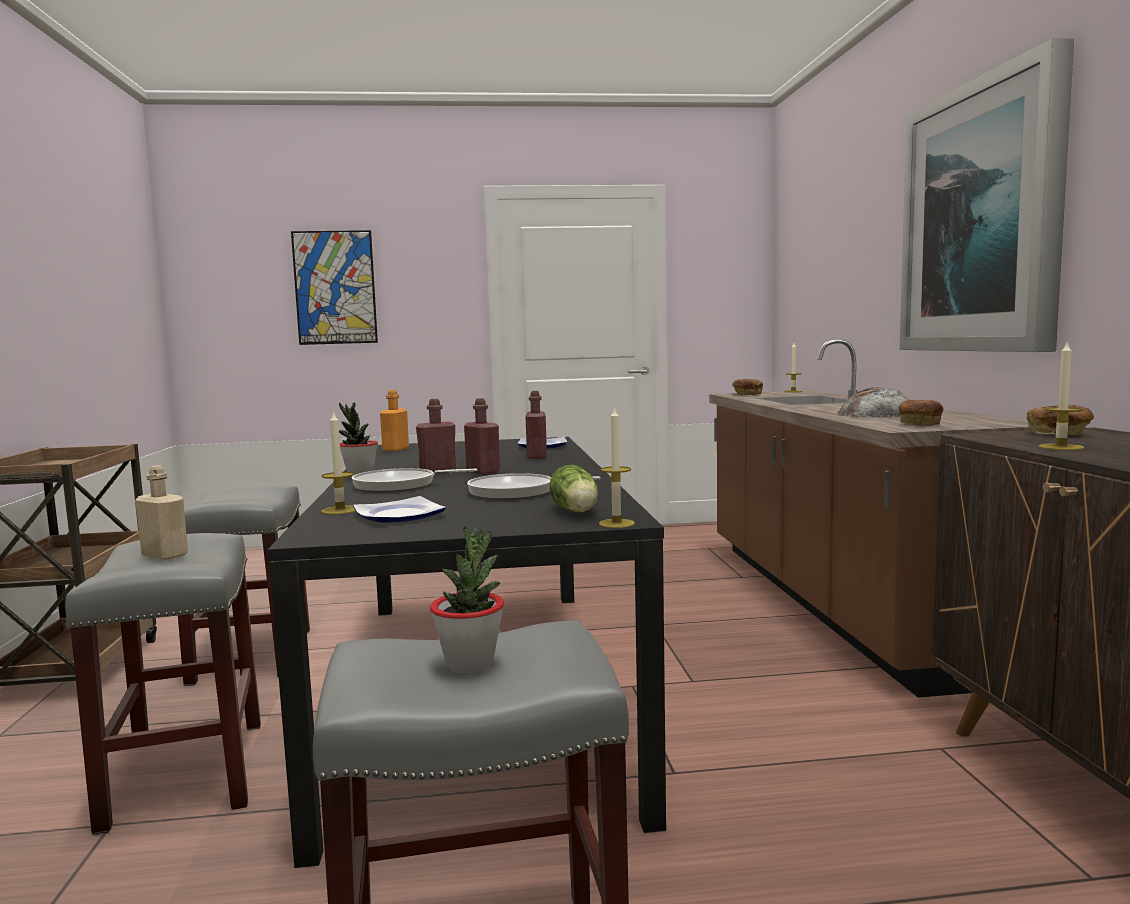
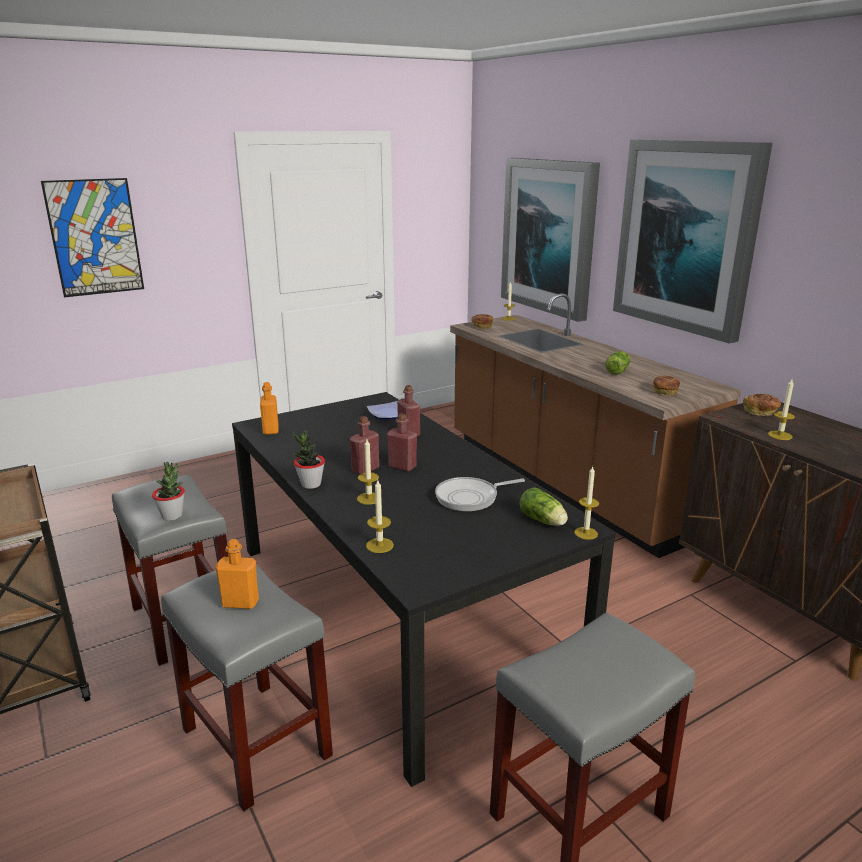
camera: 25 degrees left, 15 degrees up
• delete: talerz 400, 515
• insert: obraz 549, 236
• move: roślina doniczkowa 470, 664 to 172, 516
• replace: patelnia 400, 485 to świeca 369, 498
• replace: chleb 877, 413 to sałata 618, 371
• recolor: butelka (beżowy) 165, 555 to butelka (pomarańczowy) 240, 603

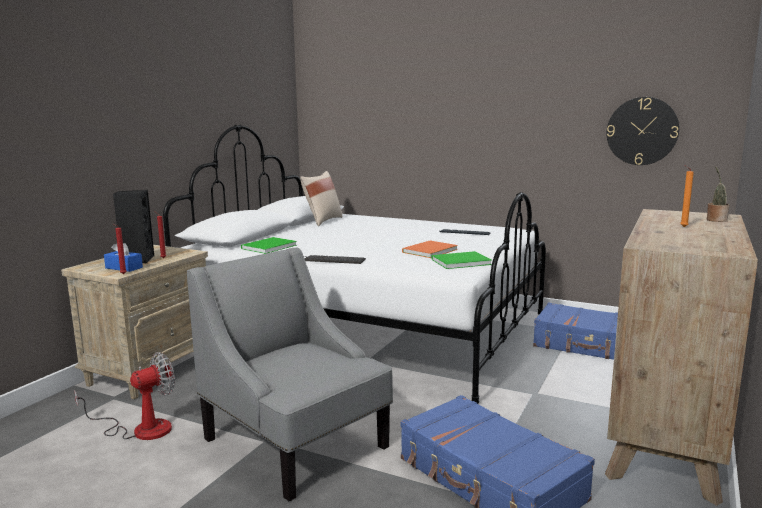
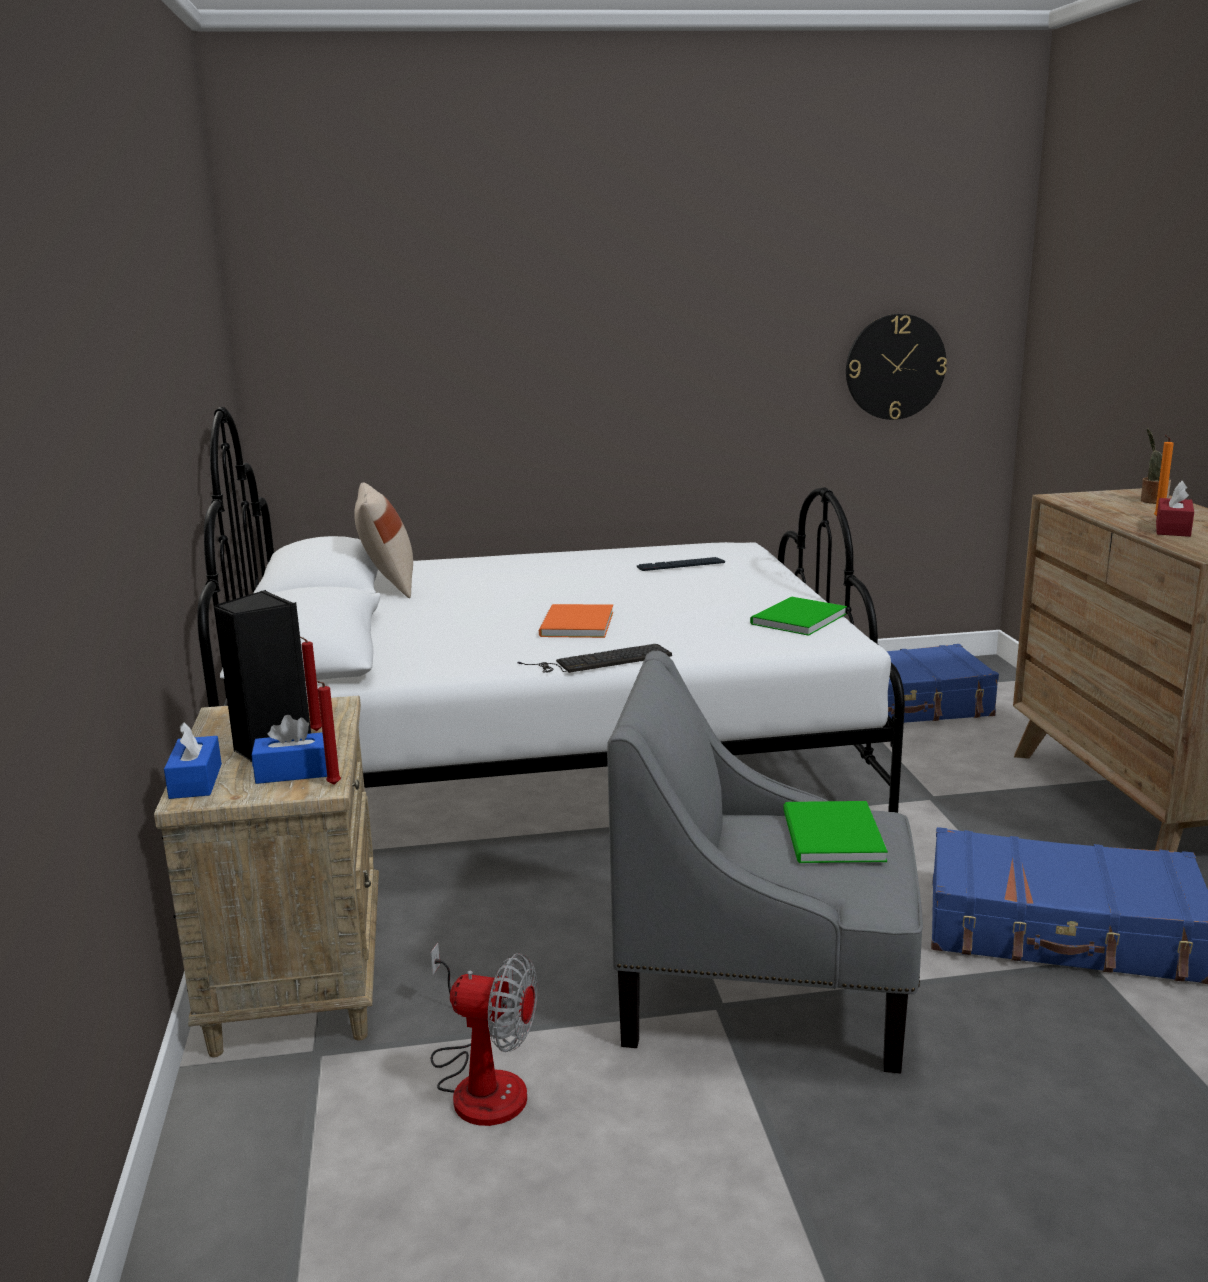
camera: 35 degrees left, 5 degrees up
• insert: pudełko chusteczek (niebieski) 195, 781
• insert: pudełko chusteczek (czerwony) 1173, 529
• move: książka (zielony) 267, 247 to 830, 837
• move: książka (pomarańczowy) 428, 251 to 574, 625
• rotate: wentylator 140, 429 = 482, 1081 90 degrees clockwise

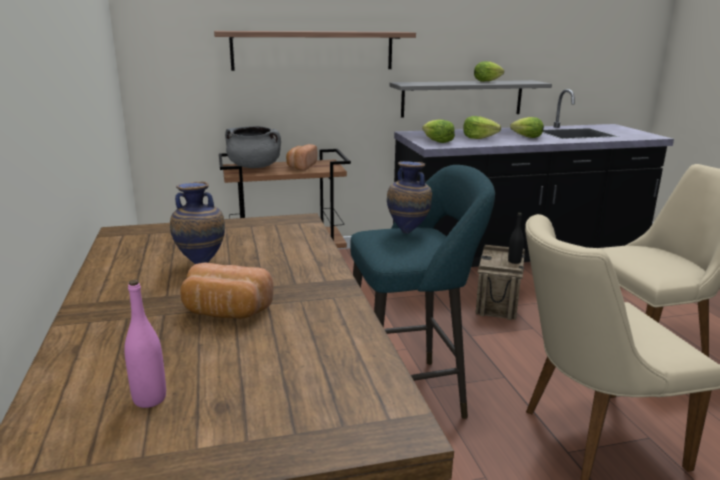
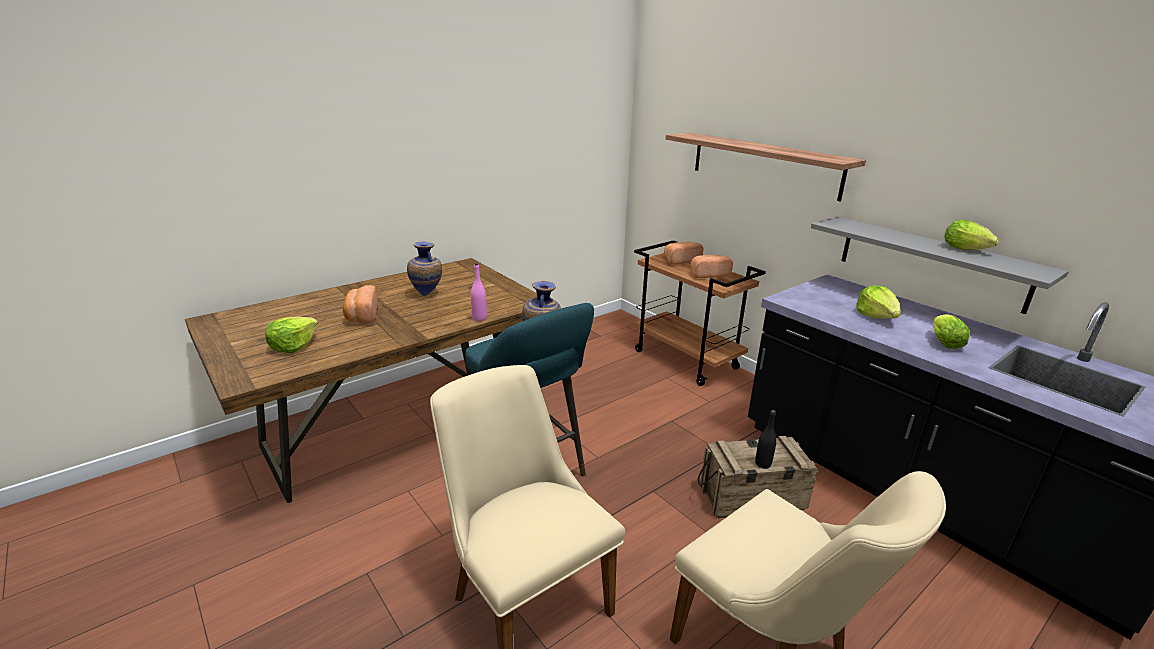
camera: 65 degrees right, 5 degrees up
• move: butelka (różowy) 149, 399 to 479, 318
• move: sałata 437, 141 to 293, 346
• replace: garnek (szary) 254, 167 to chleb 681, 261

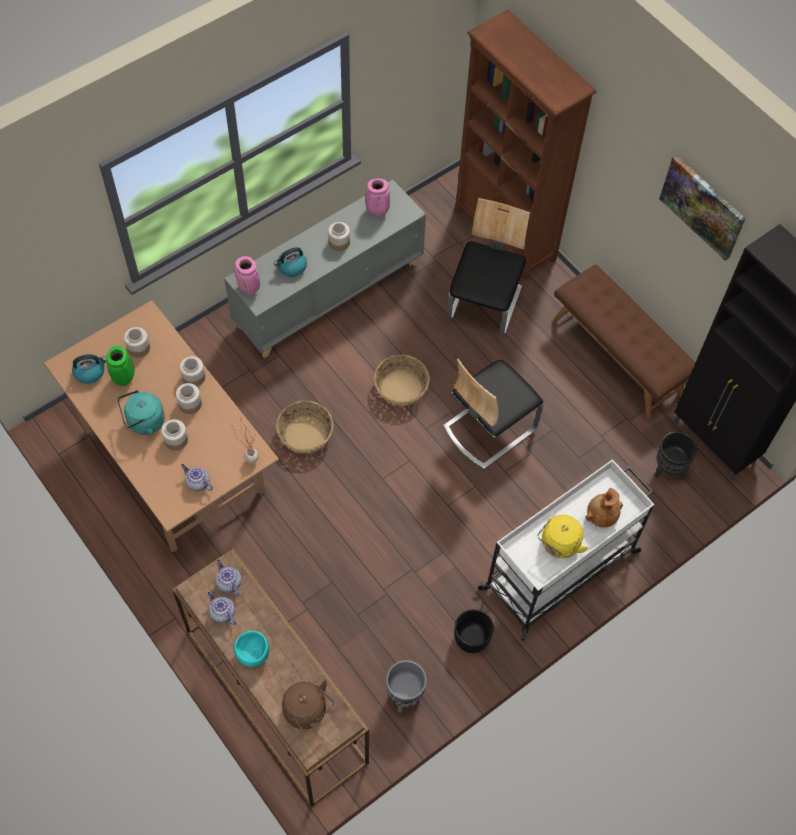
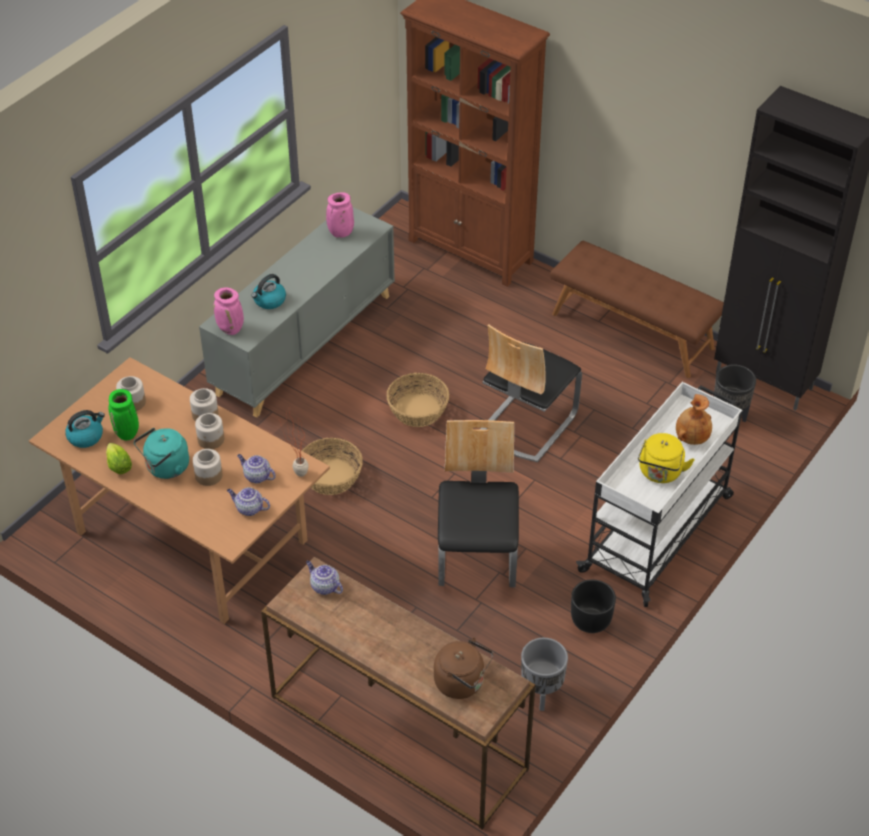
camera: 15 degrees left, 15 degrees down
• delete: miska (turkusowy) 253, 654
• delete: słoik 339, 242
• delete: obraz 703, 206
• insert: sałata 118, 465
• move: imbryk 222, 613 to 256, 476
• move: krzesło 485, 304 to 477, 557

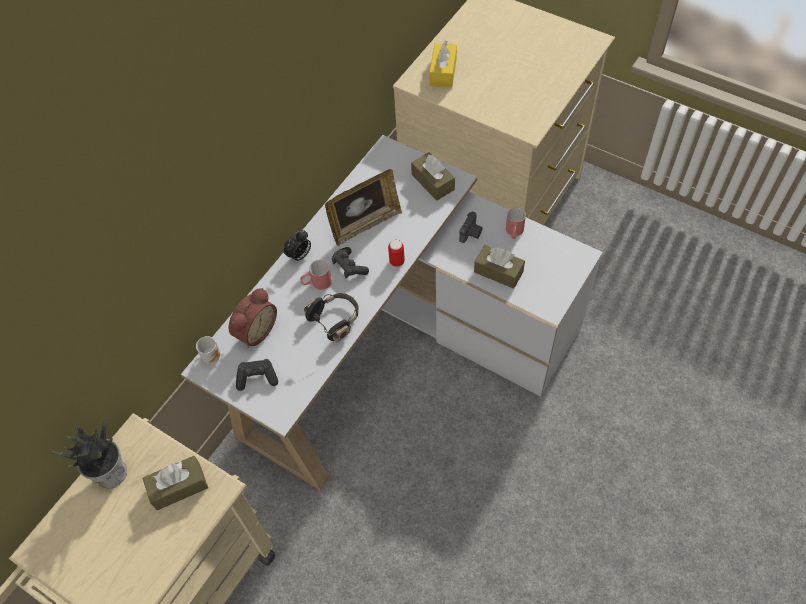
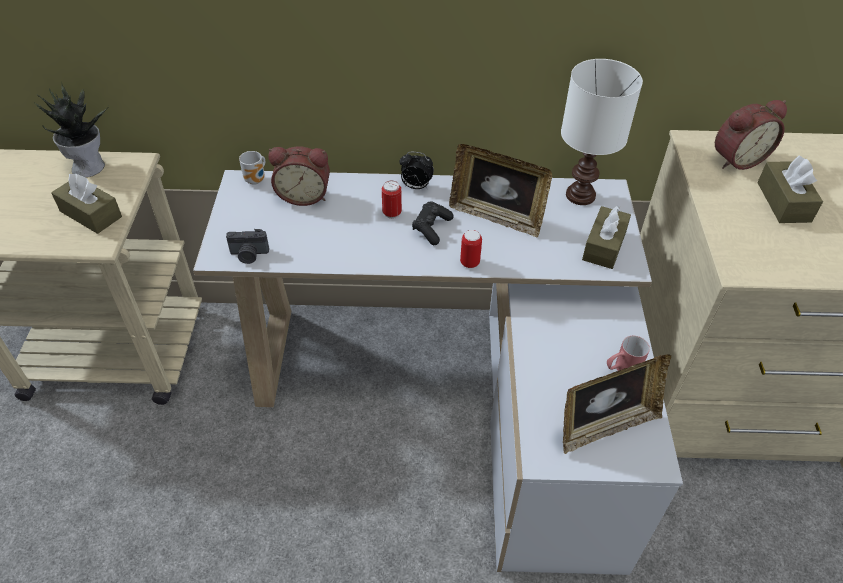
camera: 55 degrees right, 10 degrees down
• delete: pad do gier (czarny) 257, 378
• delete: słuchawki (czarny) 335, 320
• insert: lampa stołowa (biały) 581, 195
• insert: ramka na zdjęcie 605, 426
• move: aparat fotograficzny 471, 233 to 249, 255
• move: pudełko chusteczek (brązowy) 498, 272 to 783, 202
• replace: kubek (czerwony) 317, 283 to puszka 392, 213
• replace: pudełko chusteczek (żółty) 443, 72 to budzik 736, 158

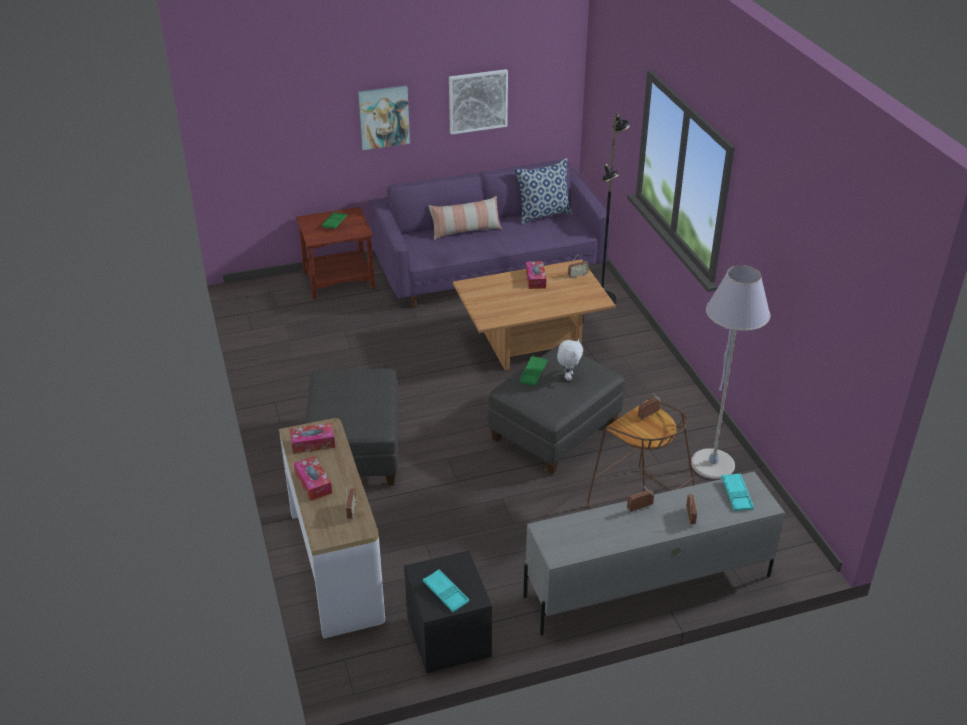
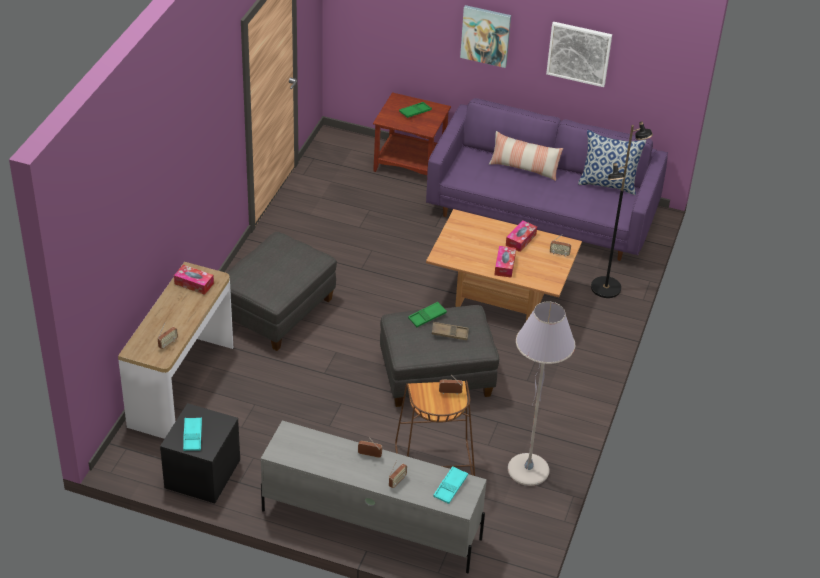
camera: 35 degrees right, 5 degrees up
• move: pudełko chusteczek 313, 483 to 504, 265
• replace: pluszak (biały) 568, 376 to taca (brązowy) 450, 333

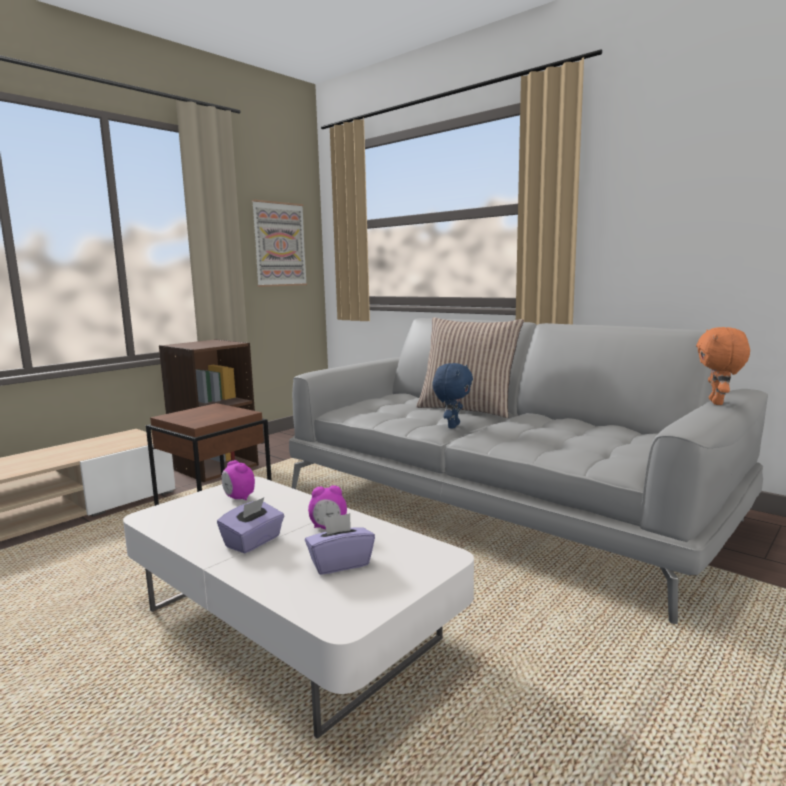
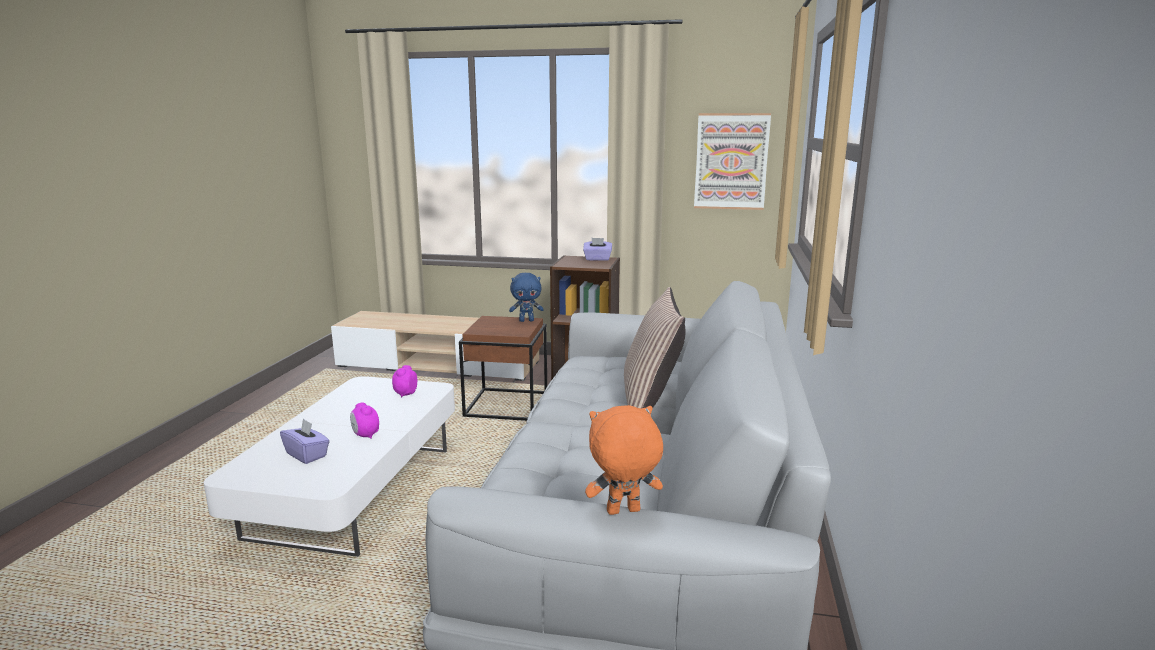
camera: 60 degrees right, 5 degrees up
• move: pudełko chusteczek (fioletowy) 253, 542 to 597, 259
• move: pluszak (niebieski) 452, 426 to 526, 320

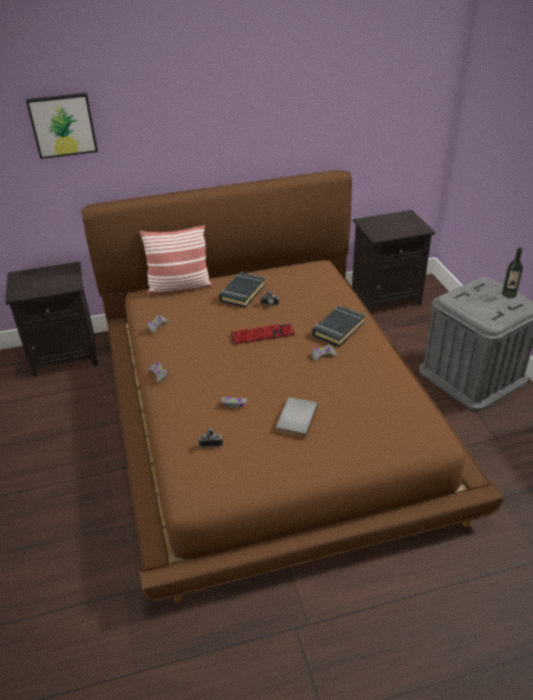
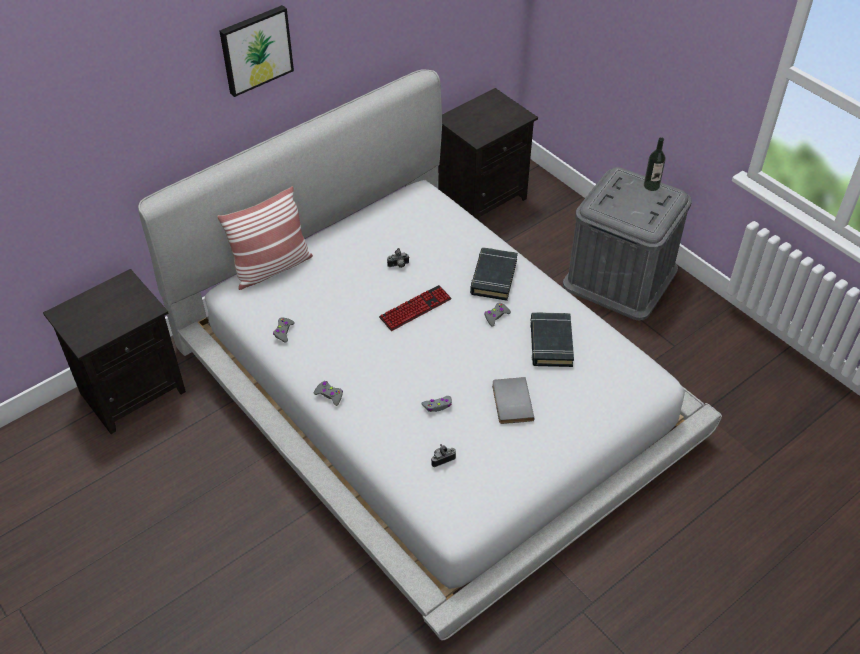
camera: 25 degrees left, 10 degrees up
• move: obraz 63, 125 to 255, 49
• move: książka (czarny) 242, 293 to 550, 343
• recolor: łóżko (brązowy) 268, 412 to łóżko (biały) 429, 390

